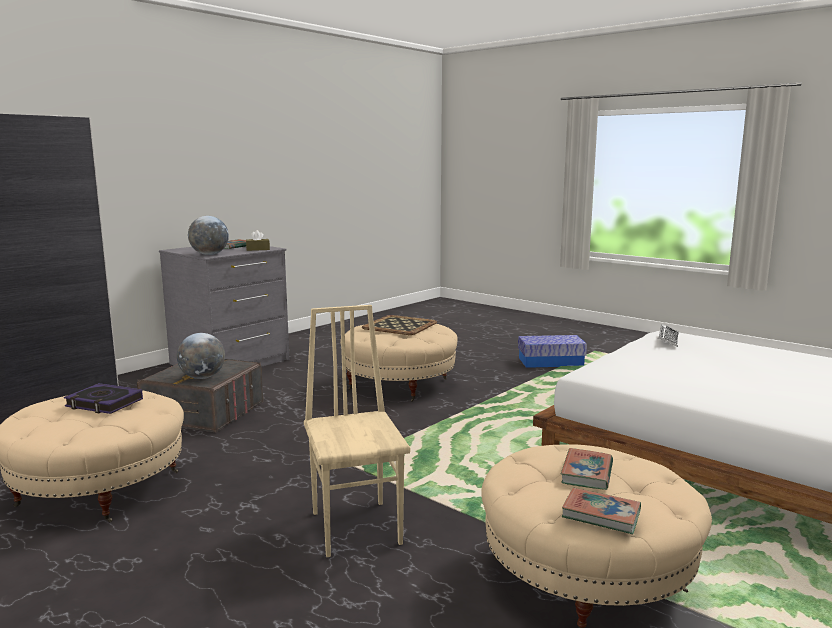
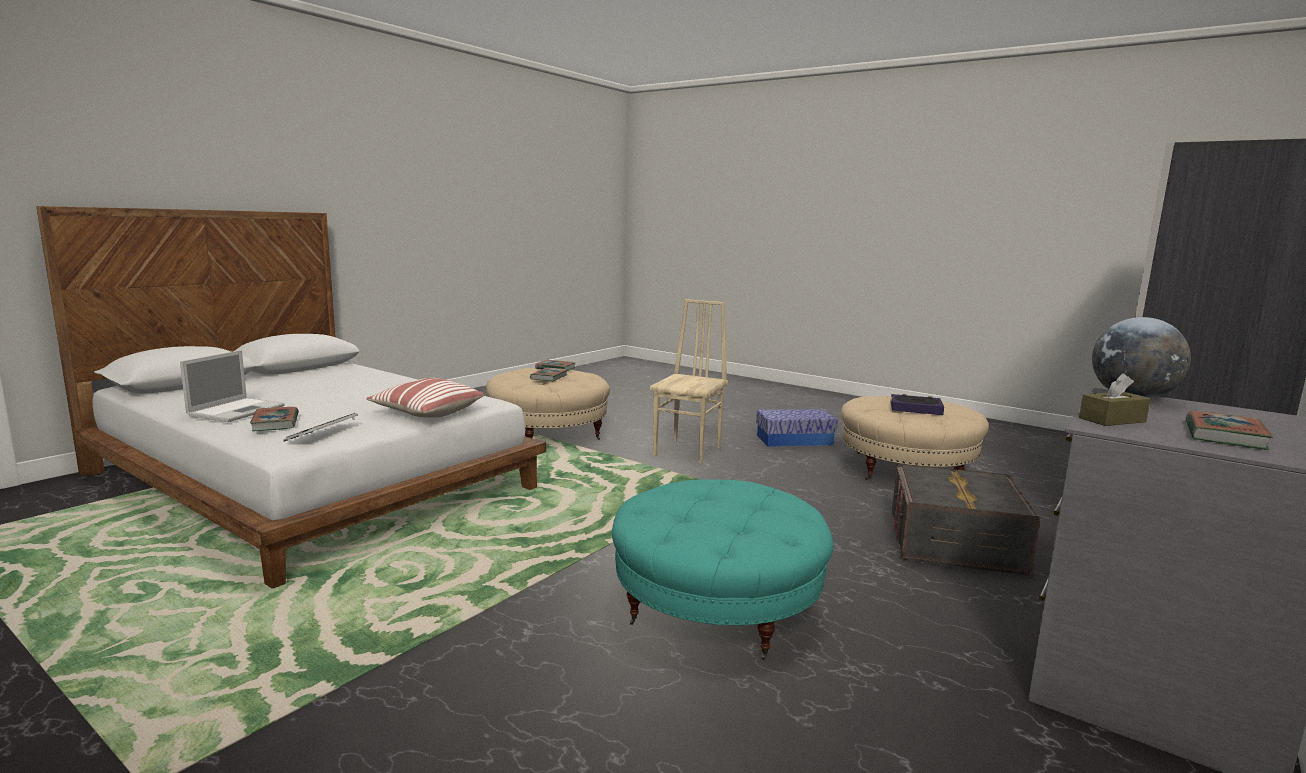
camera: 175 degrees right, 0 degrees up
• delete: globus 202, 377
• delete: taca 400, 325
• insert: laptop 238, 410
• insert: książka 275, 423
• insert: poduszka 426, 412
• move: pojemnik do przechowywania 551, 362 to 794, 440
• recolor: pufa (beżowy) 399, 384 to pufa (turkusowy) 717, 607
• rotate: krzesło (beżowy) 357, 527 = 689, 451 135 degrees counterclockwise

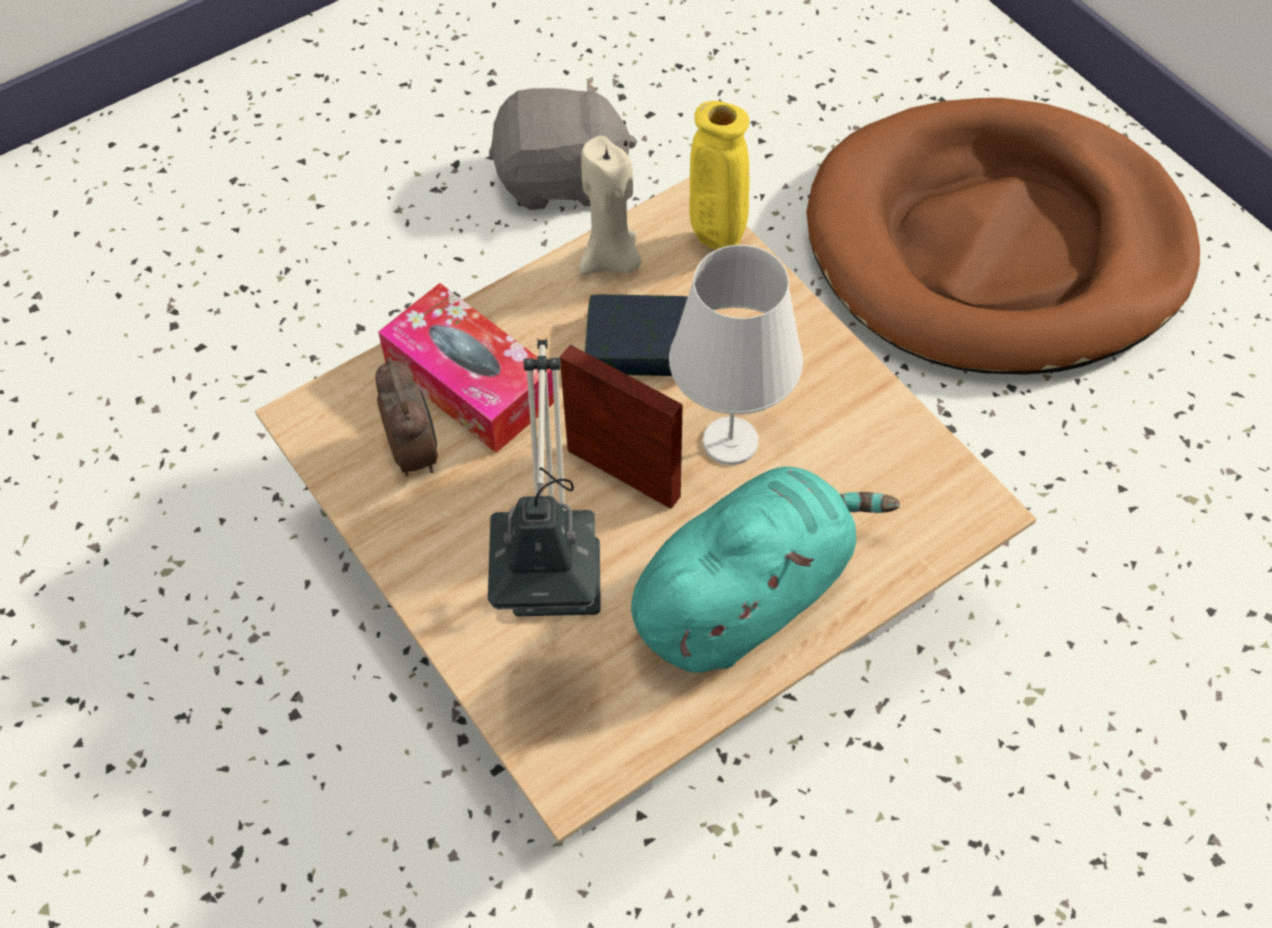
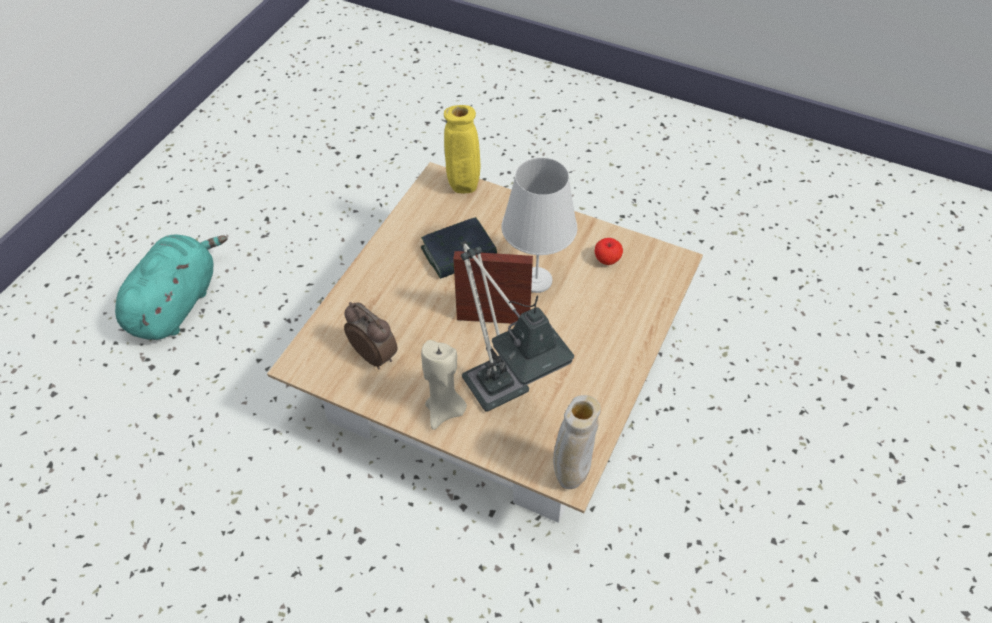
camera: 30 degrees left, 5 degrees down
• delete: pudełko chusteczek 470, 383
• delete: pluszak (szary) 561, 178
• delete: legowisko (brązowy) 997, 247
• insert: wazon (beżowy) 570, 476
• insert: jabłko 607, 260
• move: świeca (beżowy) 612, 260 to 445, 411
• move: pluszak (turkusowy) 747, 595 to 176, 304

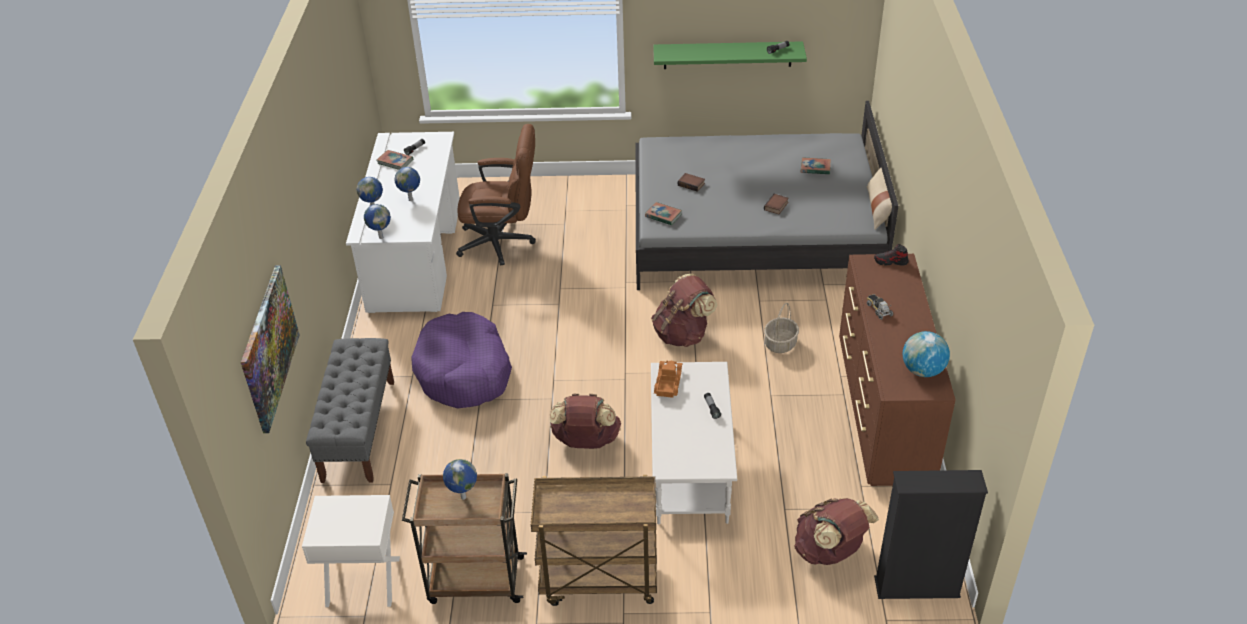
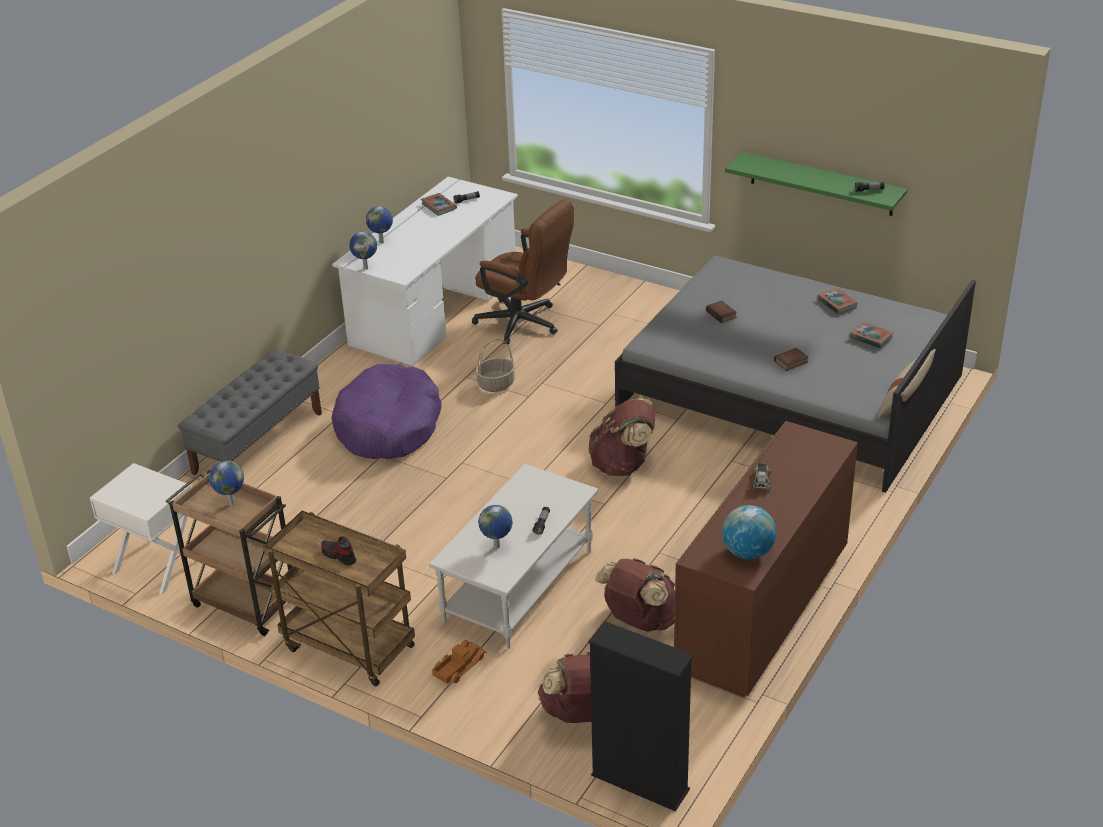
camera: 30 degrees right, 5 degrees down
• delete: obraz 269, 347
• move: globus 411, 199 to 497, 547
• move: plecak (brązowy) 586, 442 to 640, 621
• move: książka 663, 216 to 837, 303
• move: ciężarówka zabawkowa 667, 382 to 458, 666
• move: koszyk 780, 344 to 496, 384
• move: but 890, 262 to 339, 556

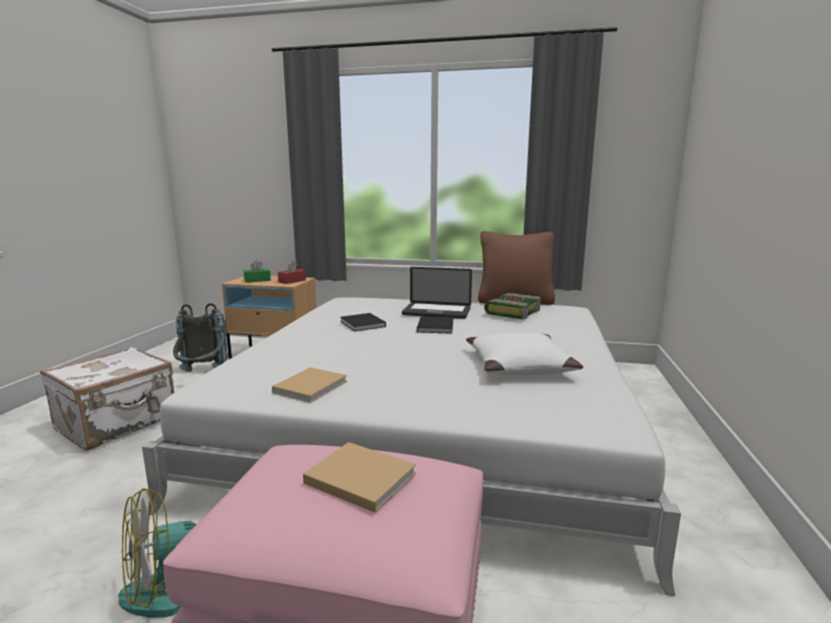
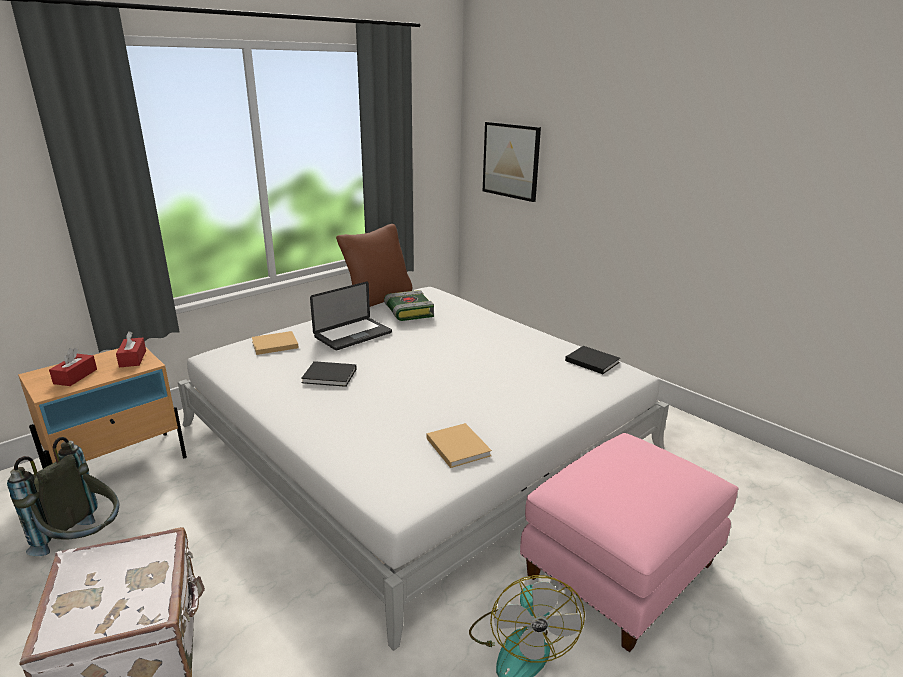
camera: 55 degrees left, 10 degrees up
• delete: poduszka (biały) 518, 366
• insert: obraz 511, 161
• move: książka (beżowy) 358, 477 to 273, 345
• move: książka (czarny) 435, 326 to 591, 361
• recolor: pudełko chusteczek (zielony) 257, 280 to pudełko chusteczek (czerwony) 75, 376

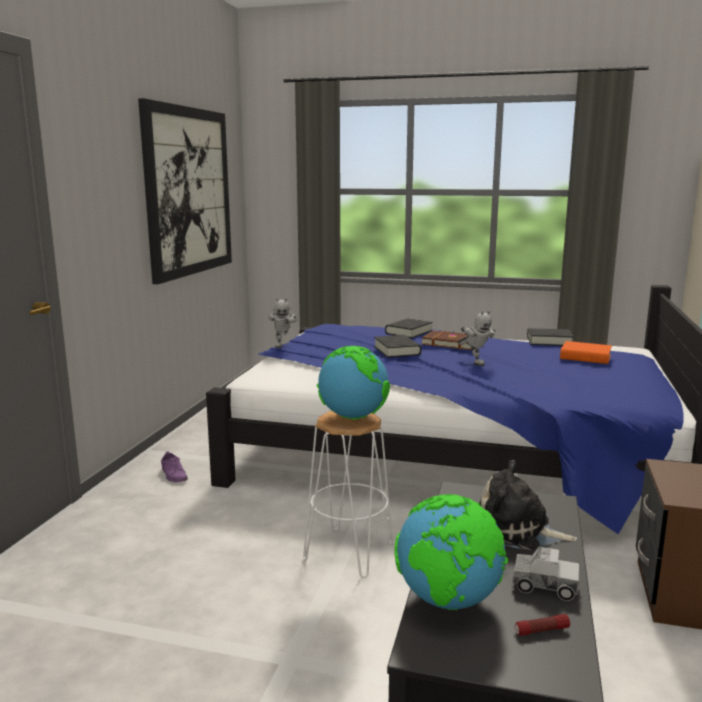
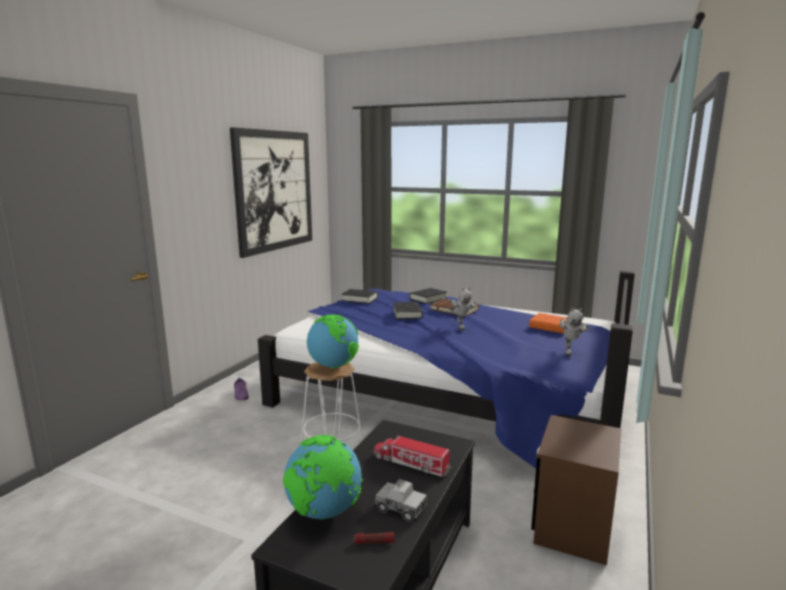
camera: 10 degrees right, 0 degrees up
• move: robot zabawkowy 282, 345 to 569, 352
• move: książka (czarny) 549, 341 to 359, 299
• replace: pluszak 517, 530 to ciężarówka zabawkowa 411, 463

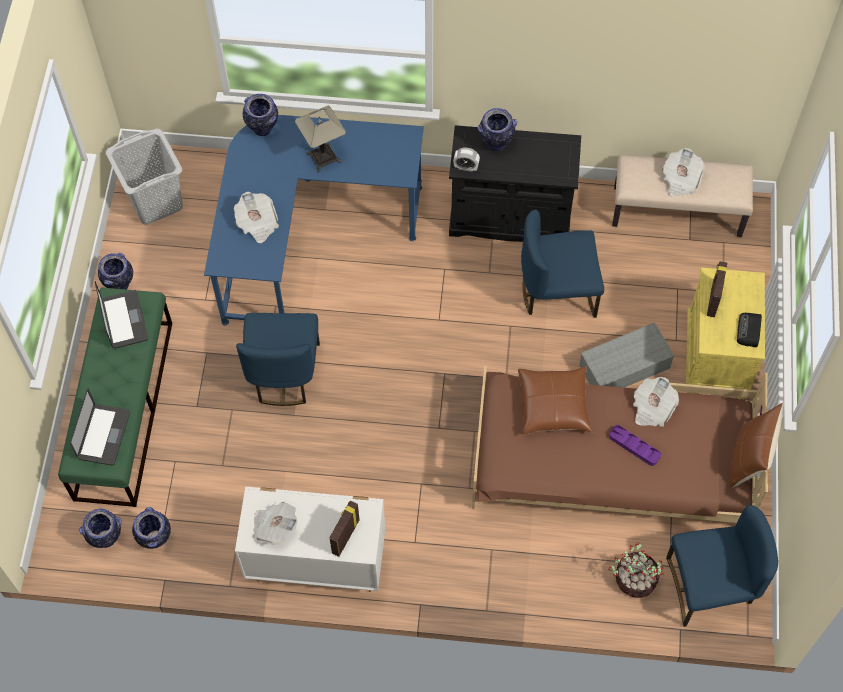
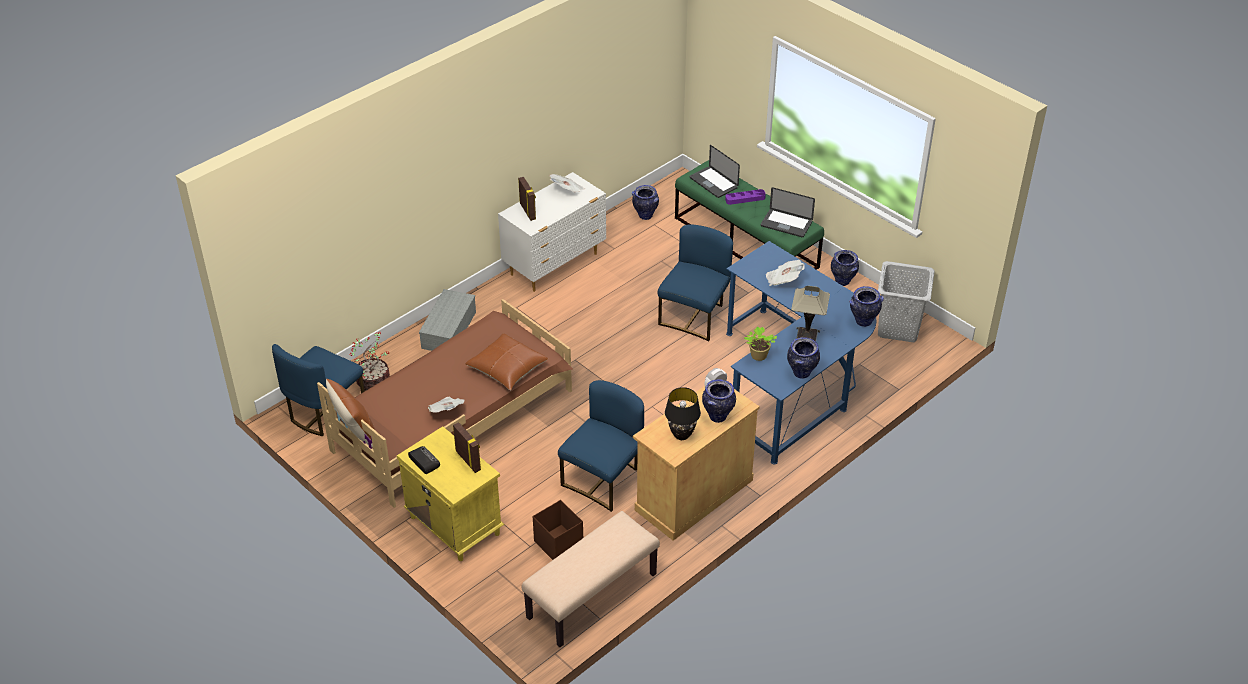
camera: 130 degrees right, 20 degrees down
• delete: gazeta 680, 180
• insert: pojemnik do przechowywania (brązowy) 558, 543
• insert: lampa stołowa (czarny) 682, 435
• insert: roślina doniczkowa 758, 356
• move: wazon 107, 538 to 801, 373
• move: pojemnik do przechowywania (szary) 623, 368 to 448, 329
• move: taca (fioletowy) 634, 446 to 745, 199
• recolor: szafka (czarny) 510, 217 to szafka (beżowy) 693, 495
• rotate: krzesło (niebieski) 284, 373 = 695, 316 75 degrees clockwise

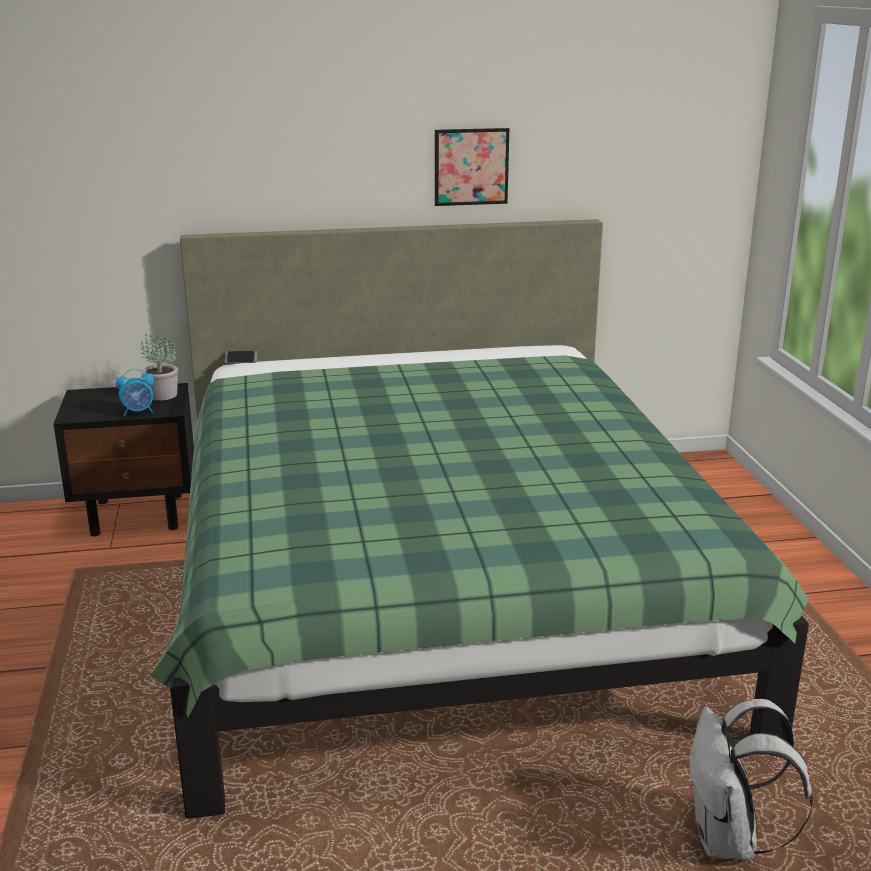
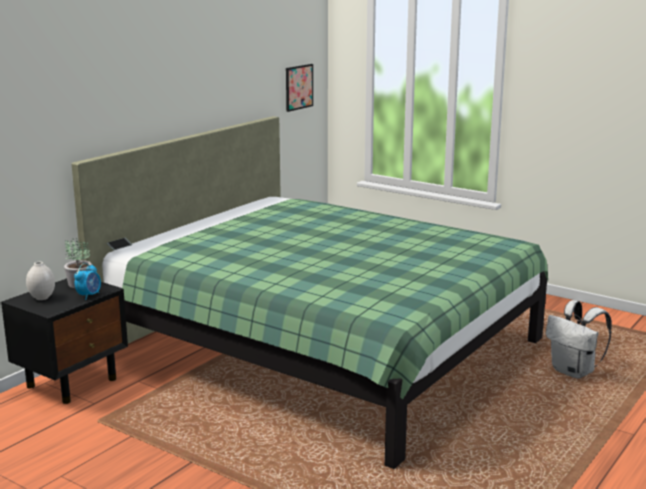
camera: 45 degrees left, 5 degrees down
• insert: wazon (biały) 42, 298
• move: obraz 471, 167 to 299, 87

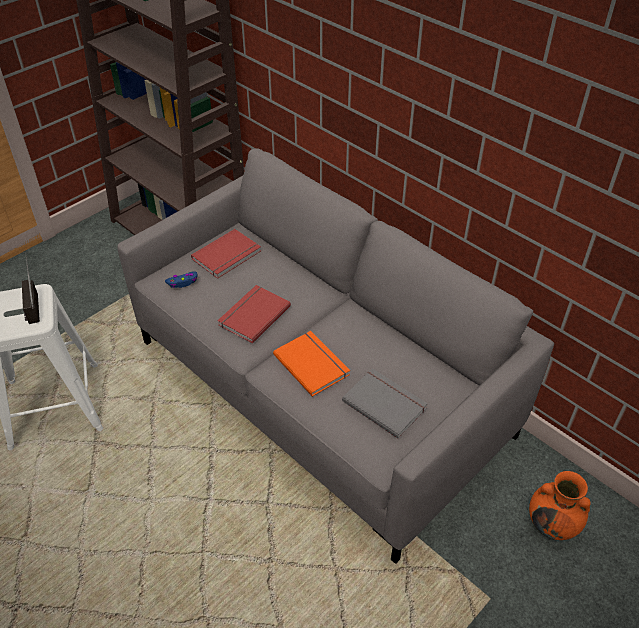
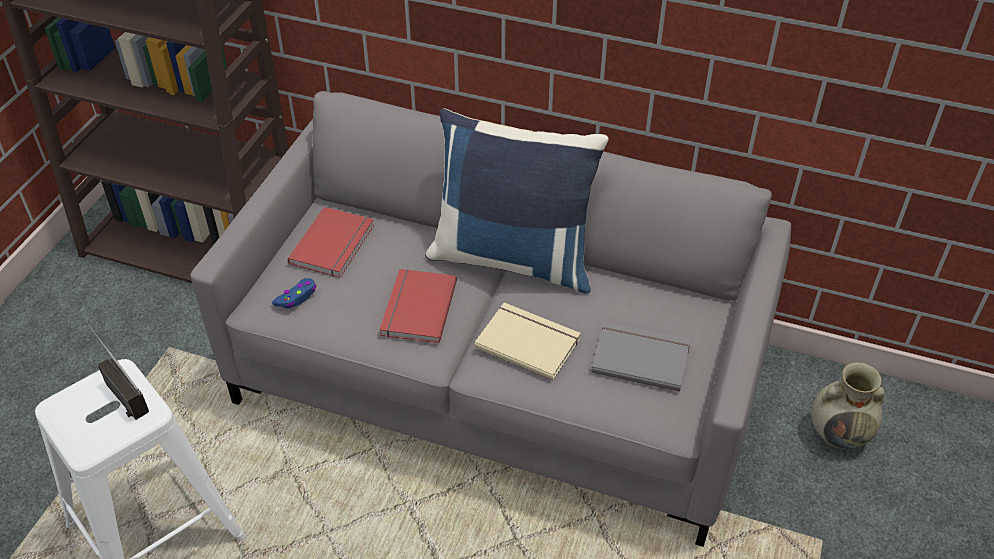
camera: 25 degrees left, 0 degrees up
• insert: poduszka (niebieski) 514, 257
• recolor: książka (pomarańczowy) 313, 363 to książka (beżowy) 528, 341
• recolor: wazon (pomarańczowy) 552, 524 to wazon (beżowy) 839, 434

